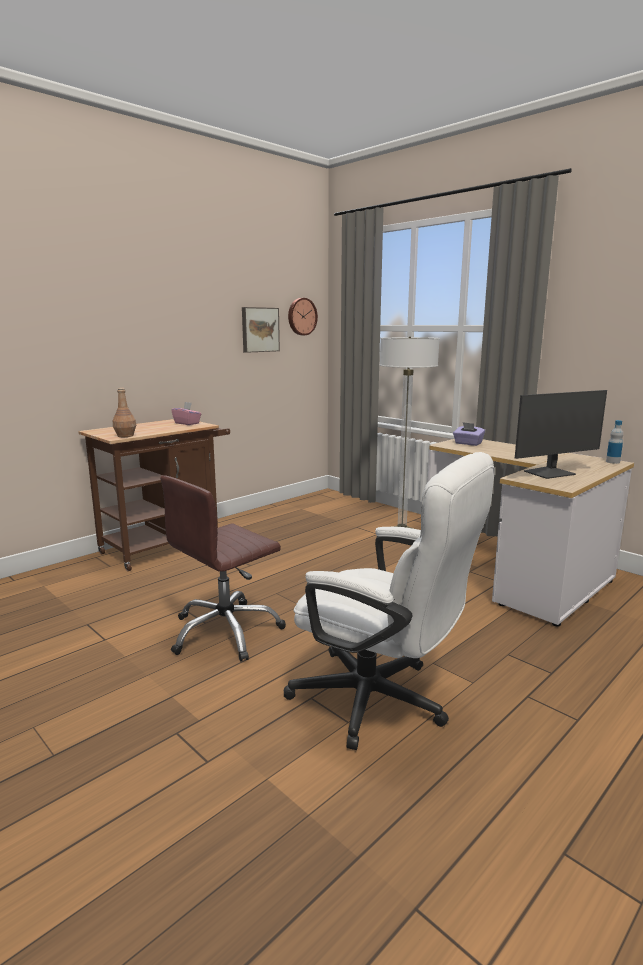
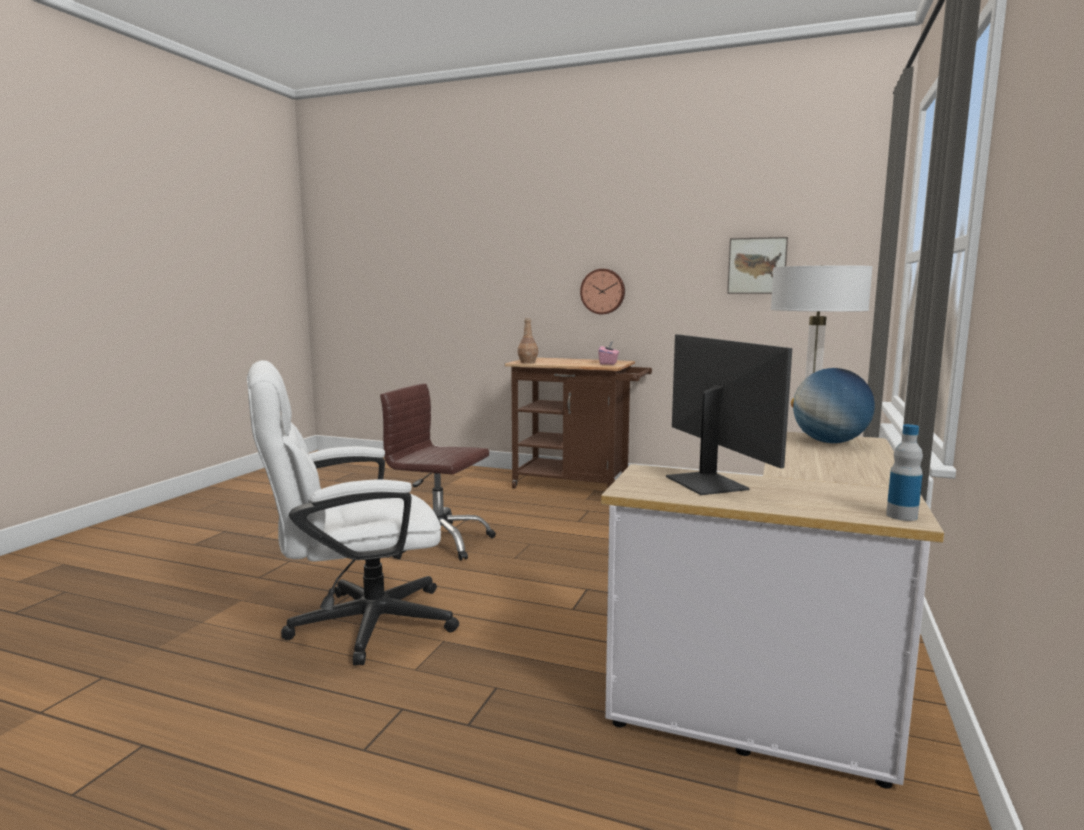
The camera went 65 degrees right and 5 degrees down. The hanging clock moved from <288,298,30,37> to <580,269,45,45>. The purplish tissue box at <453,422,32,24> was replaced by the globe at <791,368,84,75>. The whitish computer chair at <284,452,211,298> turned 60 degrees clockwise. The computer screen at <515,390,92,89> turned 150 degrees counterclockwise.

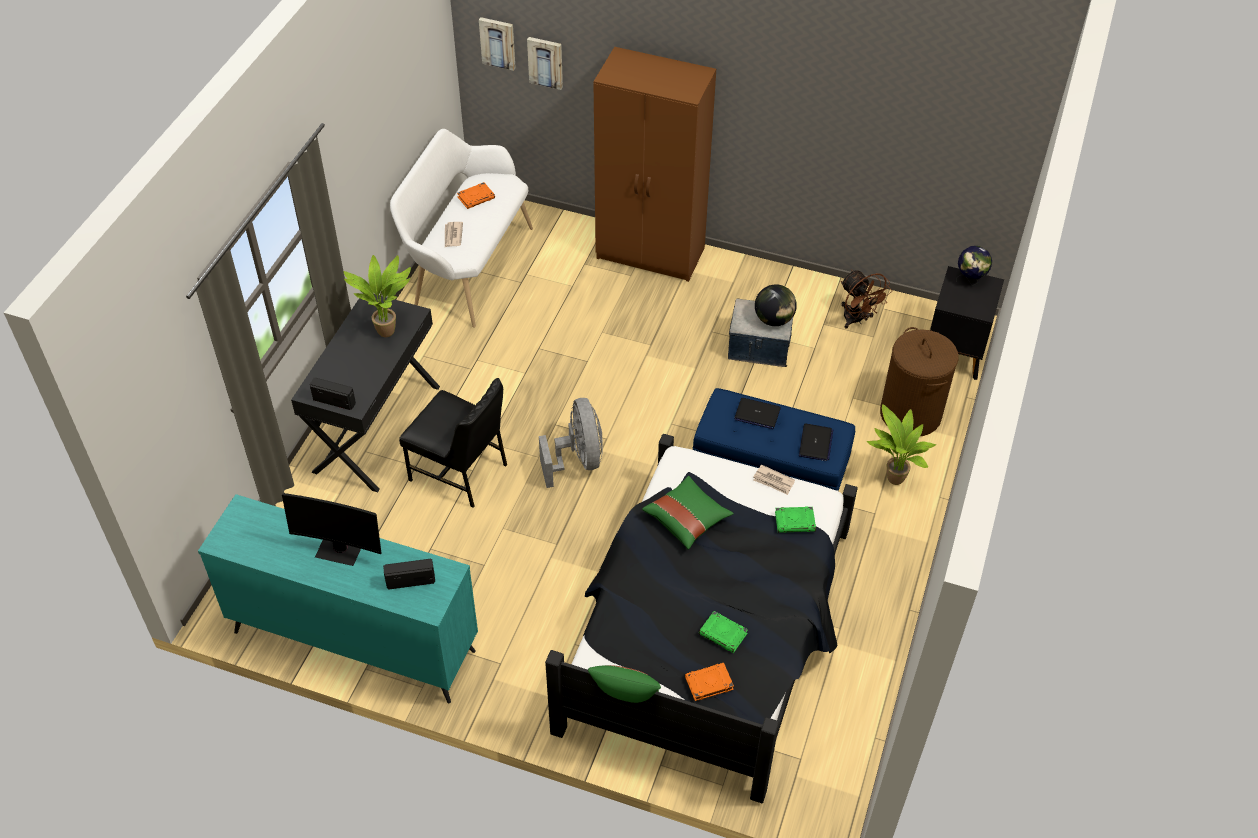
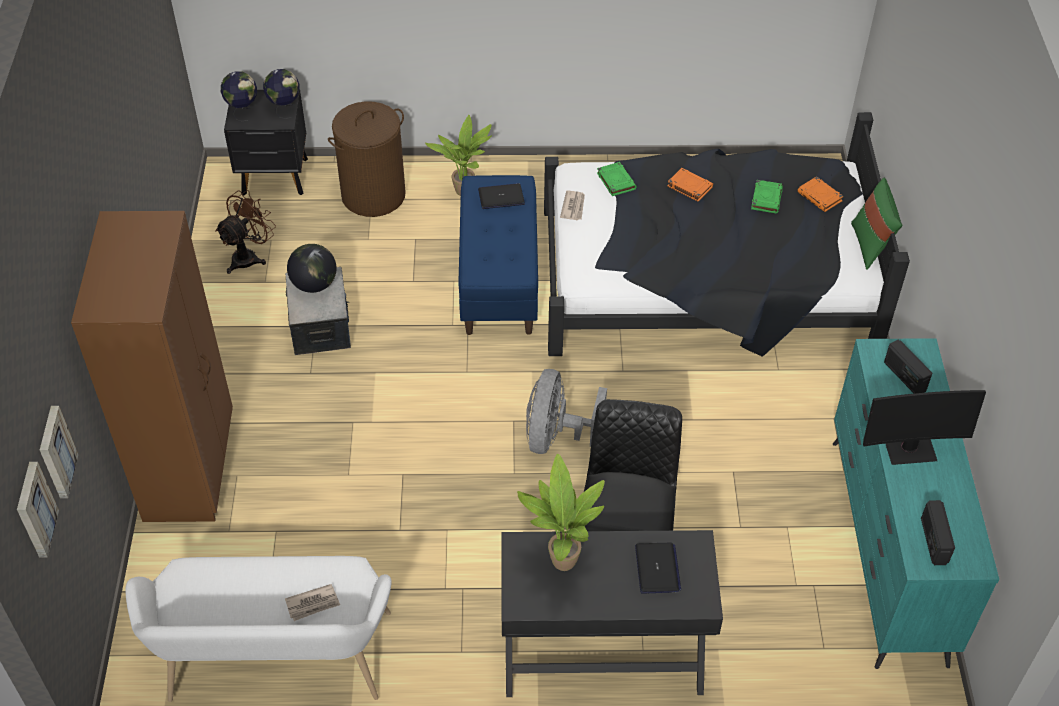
The camera went 110 degrees left and 0 degrees up. The greenish cushion at <642,476,92,74> disappeared. The globe at <263,69,37,50> appeared. The radio moved from <310,378,46,32> to <921,500,34,65>. The orange-coloured volume moved from <457,182,38,27> to <667,168,46,34>. The portable computer moved from <734,398,47,31> to <635,543,46,51>. The computer screen at <282,493,99,73> turned 90 degrees clockwise. The gray electric fan at <539,398,64,90> turned 45 degrees counterclockwise.

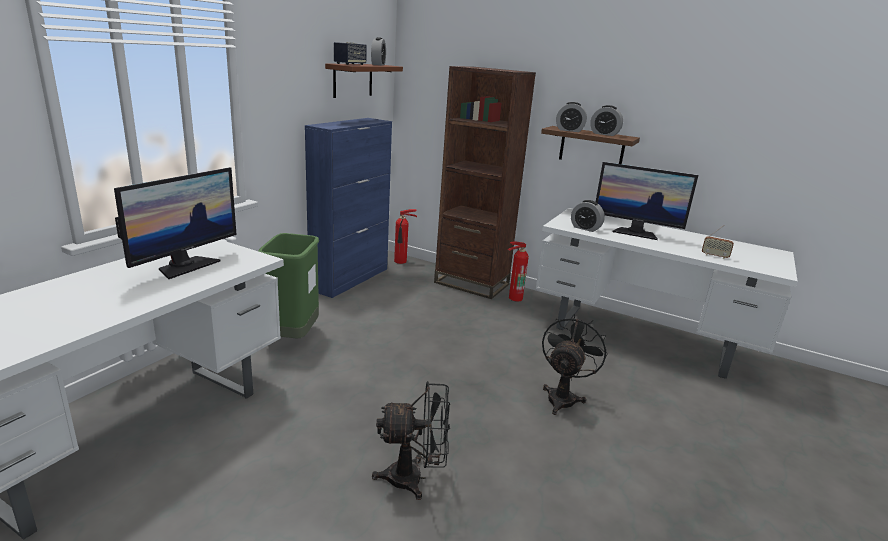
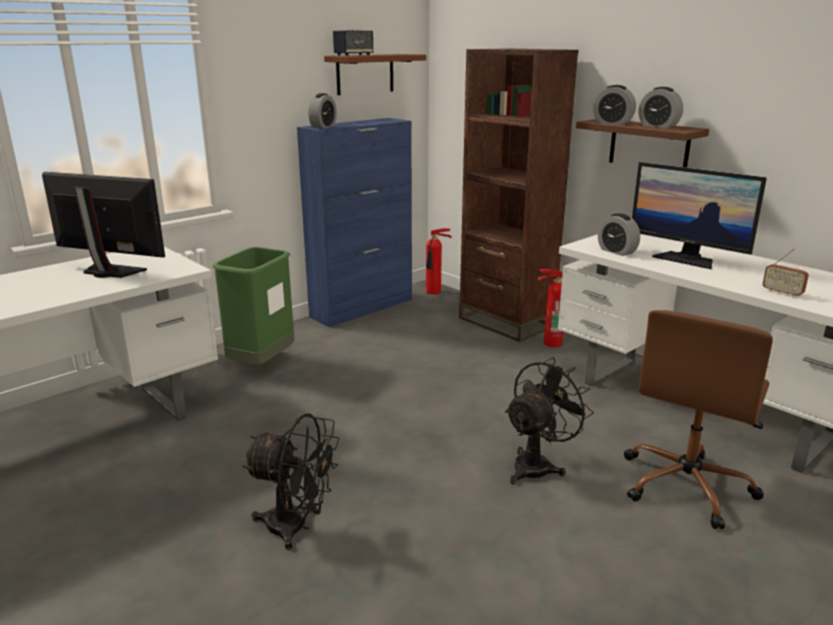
The camera went 20 degrees right and 0 degrees up. The brown computer chair at <624,310,149,219> appeared. The bedside clock moved from <371,37,15,28> to <308,93,29,35>. The computer screen at <114,167,123,112> turned 120 degrees counterclockwise.

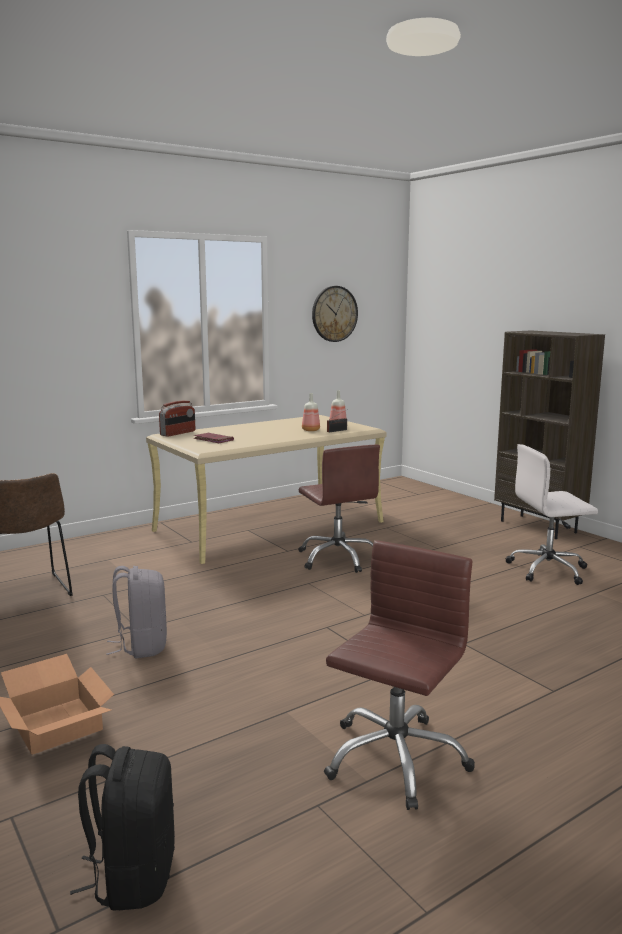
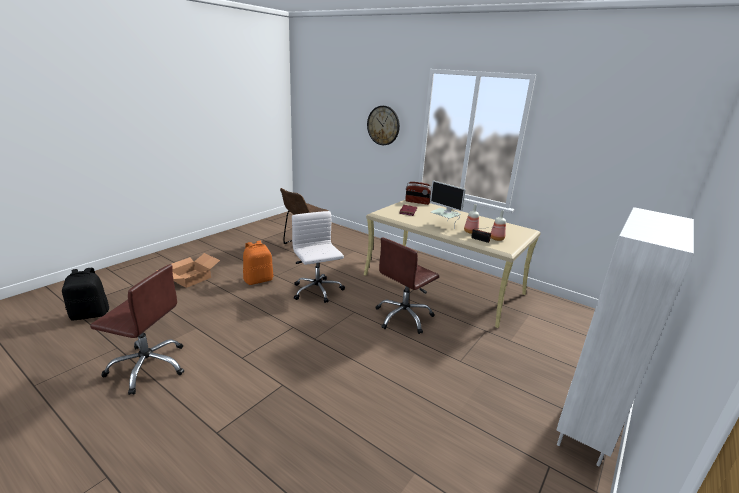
The camera went 70 degrees right and 10 degrees up. The computer screen at <430,180,36,49> appeared. The hanging clock moved from <312,286,46,56> to <367,106,33,39>. The whitish computer chair moved from <506,444,92,141> to <292,211,53,92>. The gray backpack at <106,566,61,92> became the orange-coloured backpack at <243,241,30,44>. The brown bookshelf at <494,331,111,208> became the whitish bookshelf at <557,207,137,260>.

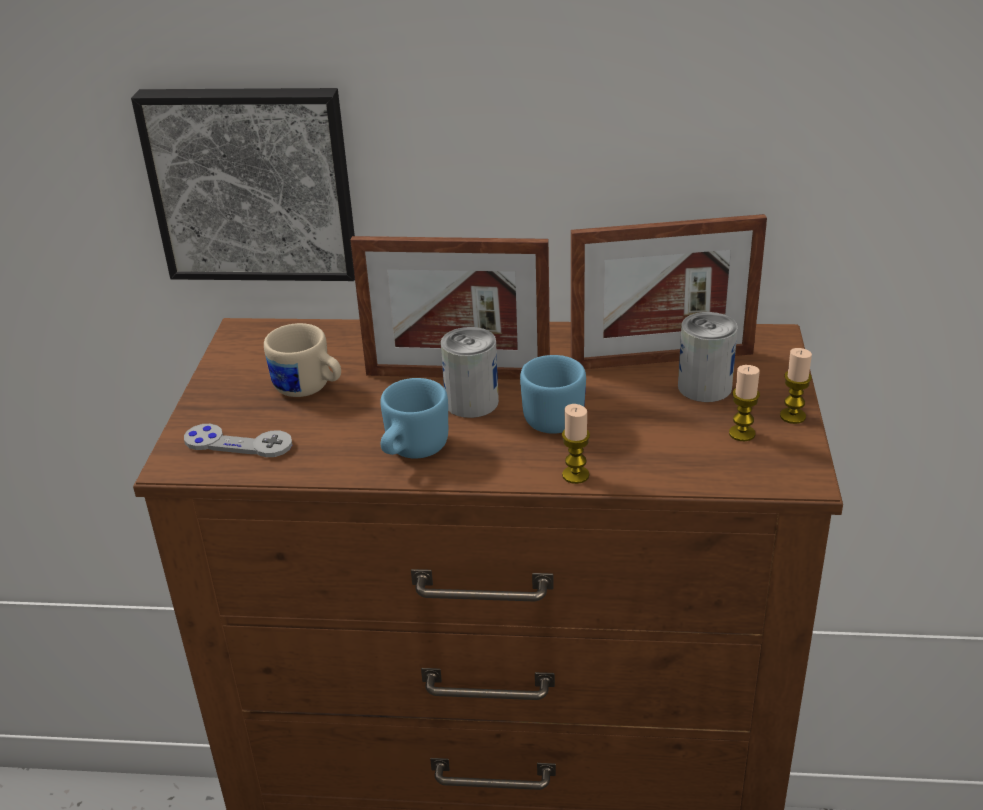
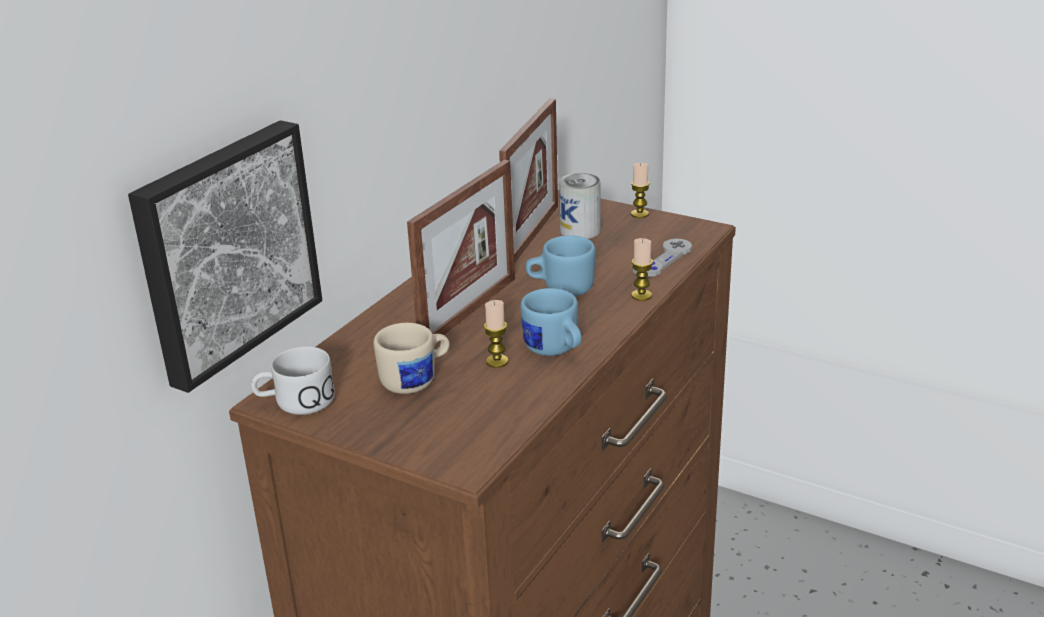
The camera went 65 degrees left and 5 degrees down. The sealed can at <441,327,58,91> disappeared. The whitish coffee mug at <251,347,84,68> appeared. The gray gamepad moved from <184,424,108,33> to <632,239,60,38>. The wax candle moved from <729,365,31,76> to <484,300,25,68>.

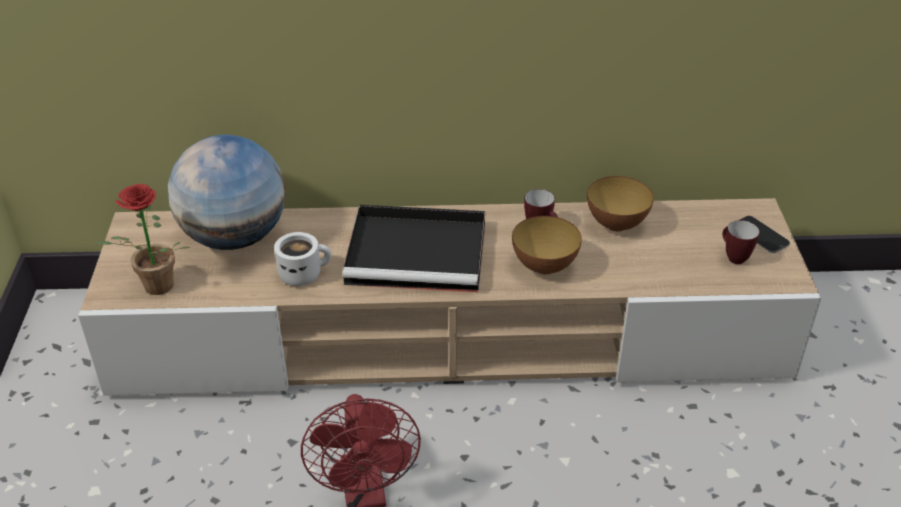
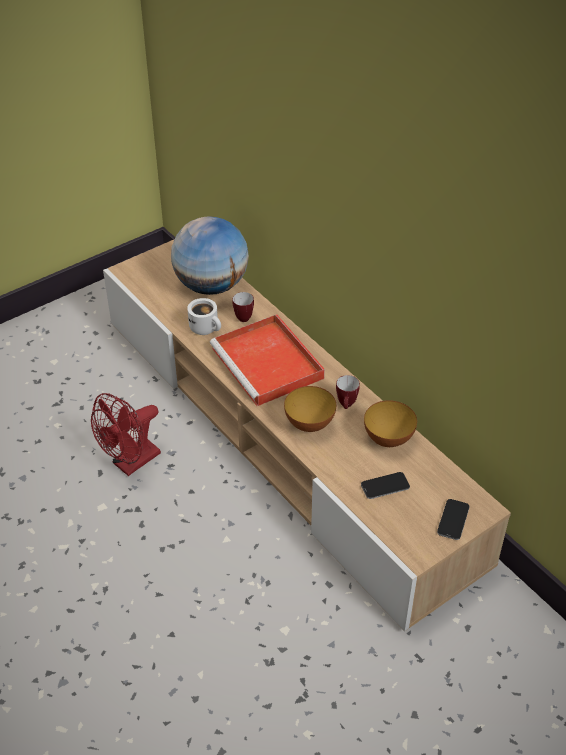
The camera went 55 degrees right and 5 degrees up. The plant in a pot at <96,184,95,111> disappeared. The handset at <361,472,49,27> appeared. The coffee mug moved from <722,220,37,44> to <232,292,22,30>. The black-coloured tray at <343,205,142,88> became the red-coloured tray at <210,314,115,92>.

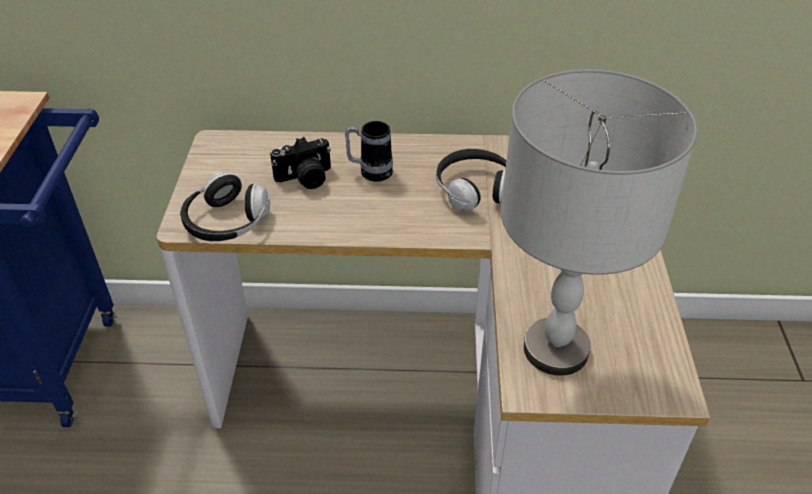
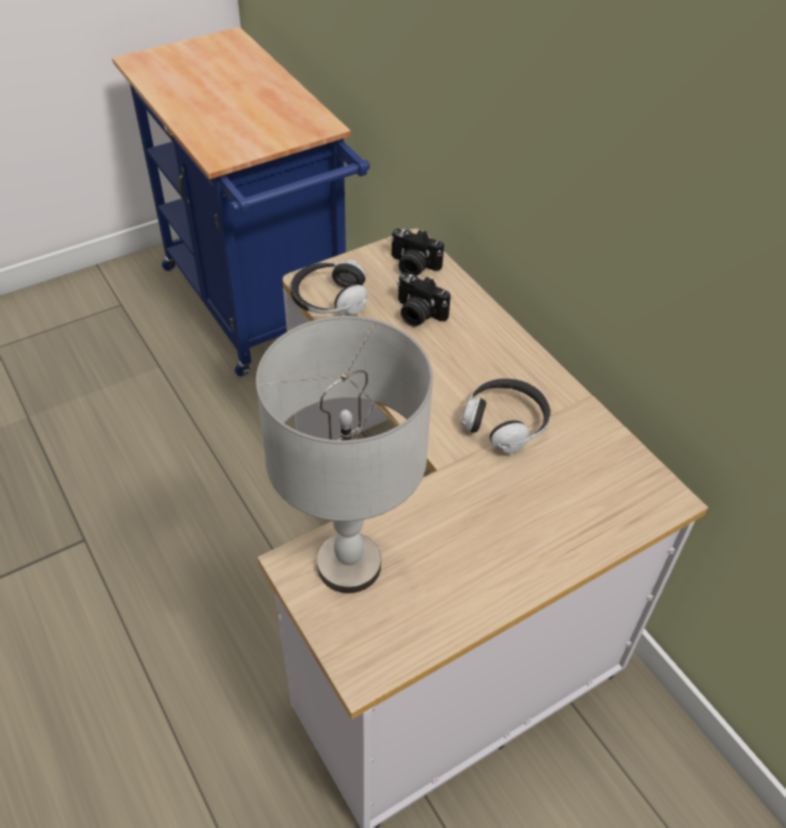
The camera went 55 degrees right and 5 degrees up. The coffee mug at <345,121,48,61> disappeared. The photo camera at <390,228,54,48> appeared.

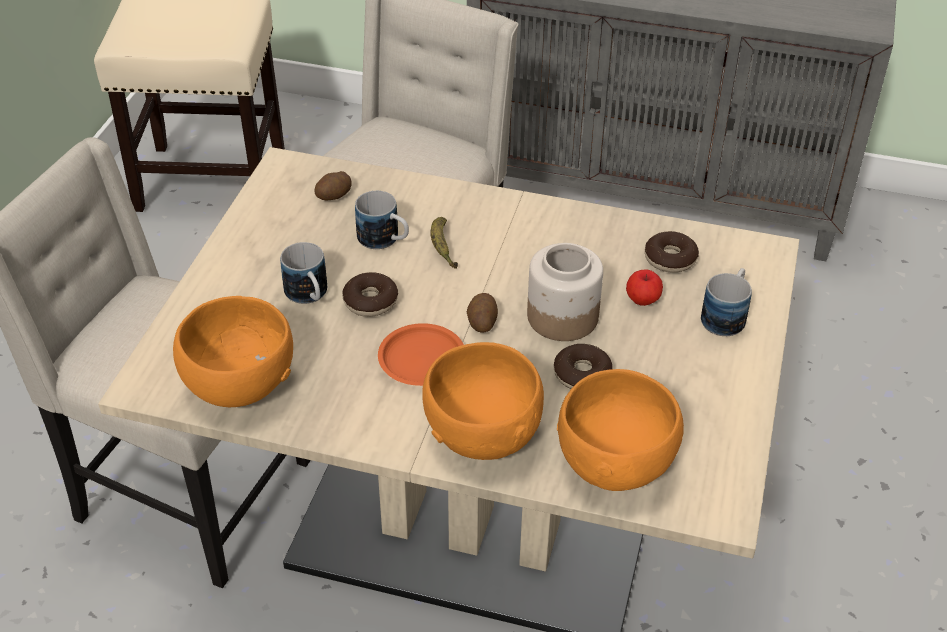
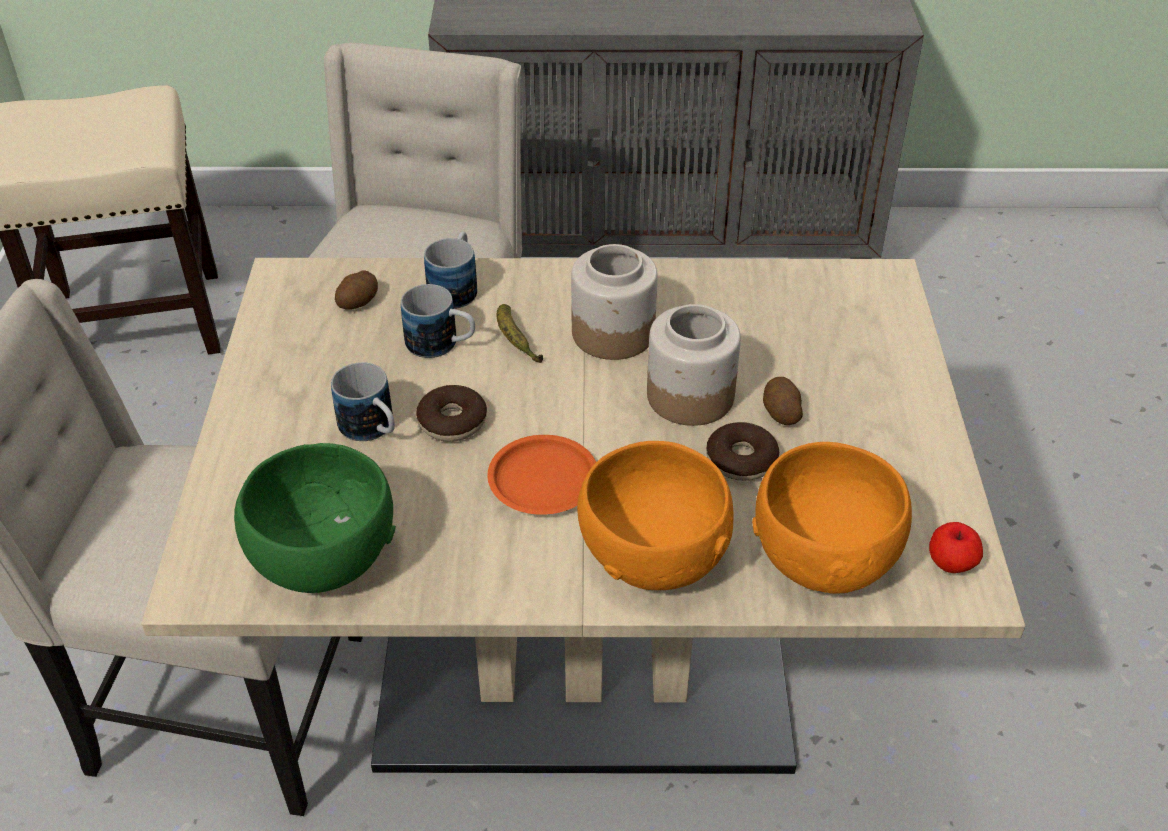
The camera went 15 degrees left and 0 degrees up. The ring doughnut at <645,231,54,42> disappeared. The storage jar at <571,244,87,116> appeared. The spud moved from <467,293,31,40> to <763,377,40,48>. The apple moved from <626,269,37,37> to <929,522,54,51>. The coffee mug moved from <701,268,51,68> to <424,232,53,77>. The orange-coloured serving bowl at <173,296,120,111> became the greenish serving bowl at <234,443,162,150>.

